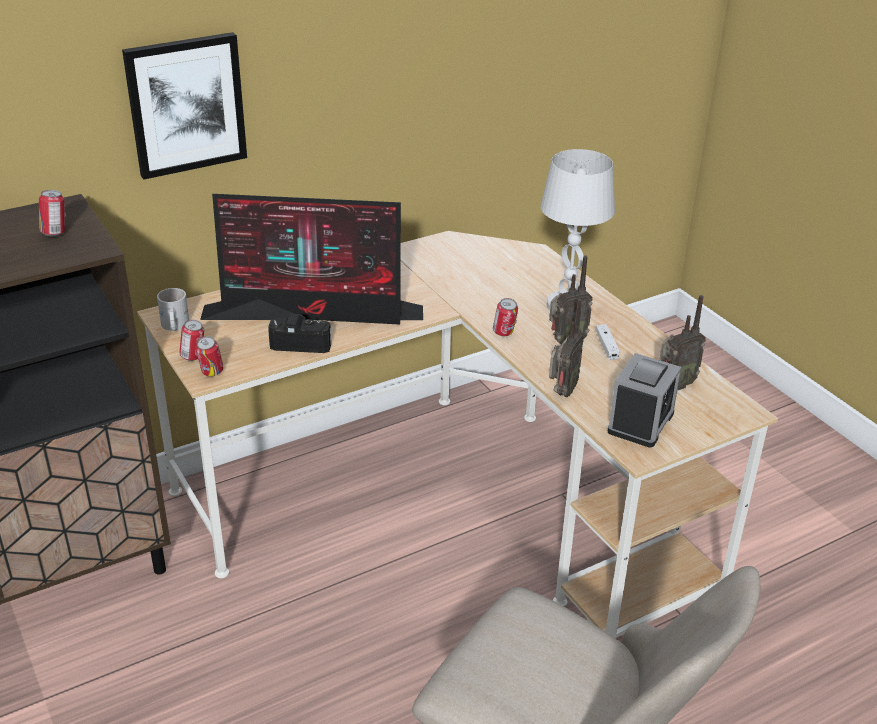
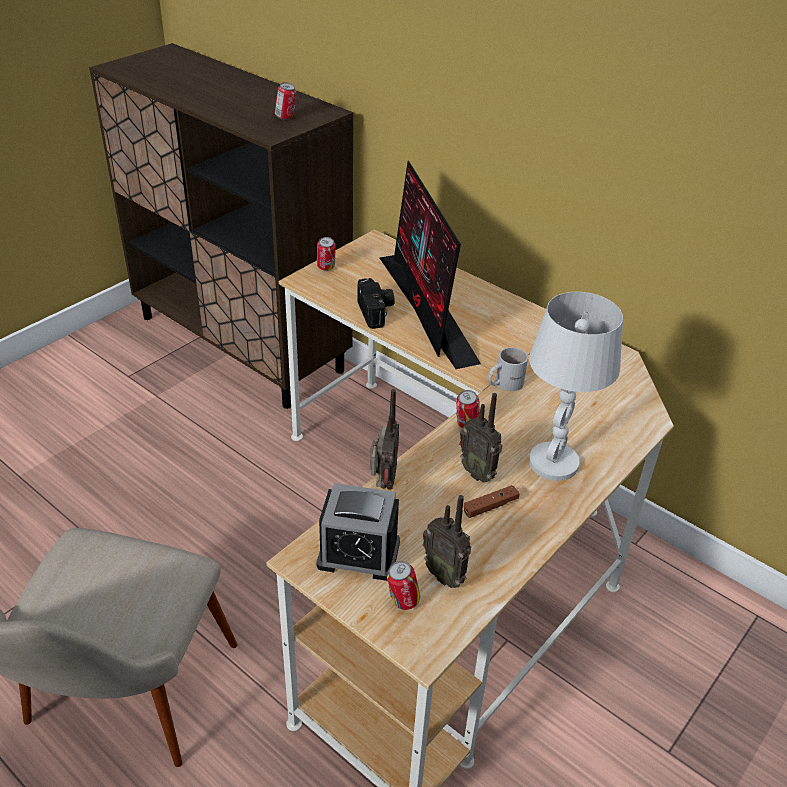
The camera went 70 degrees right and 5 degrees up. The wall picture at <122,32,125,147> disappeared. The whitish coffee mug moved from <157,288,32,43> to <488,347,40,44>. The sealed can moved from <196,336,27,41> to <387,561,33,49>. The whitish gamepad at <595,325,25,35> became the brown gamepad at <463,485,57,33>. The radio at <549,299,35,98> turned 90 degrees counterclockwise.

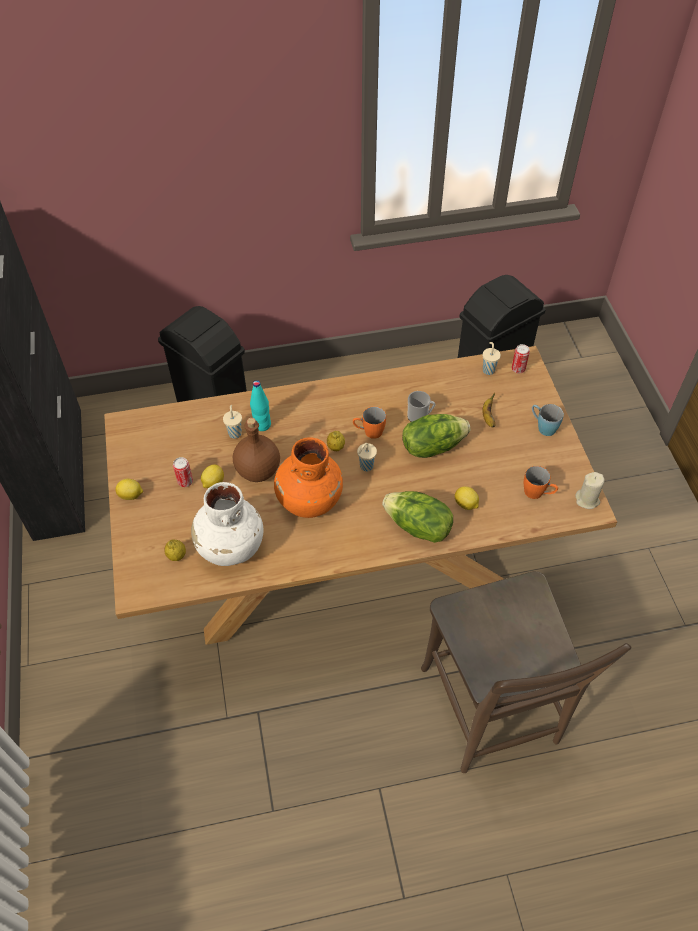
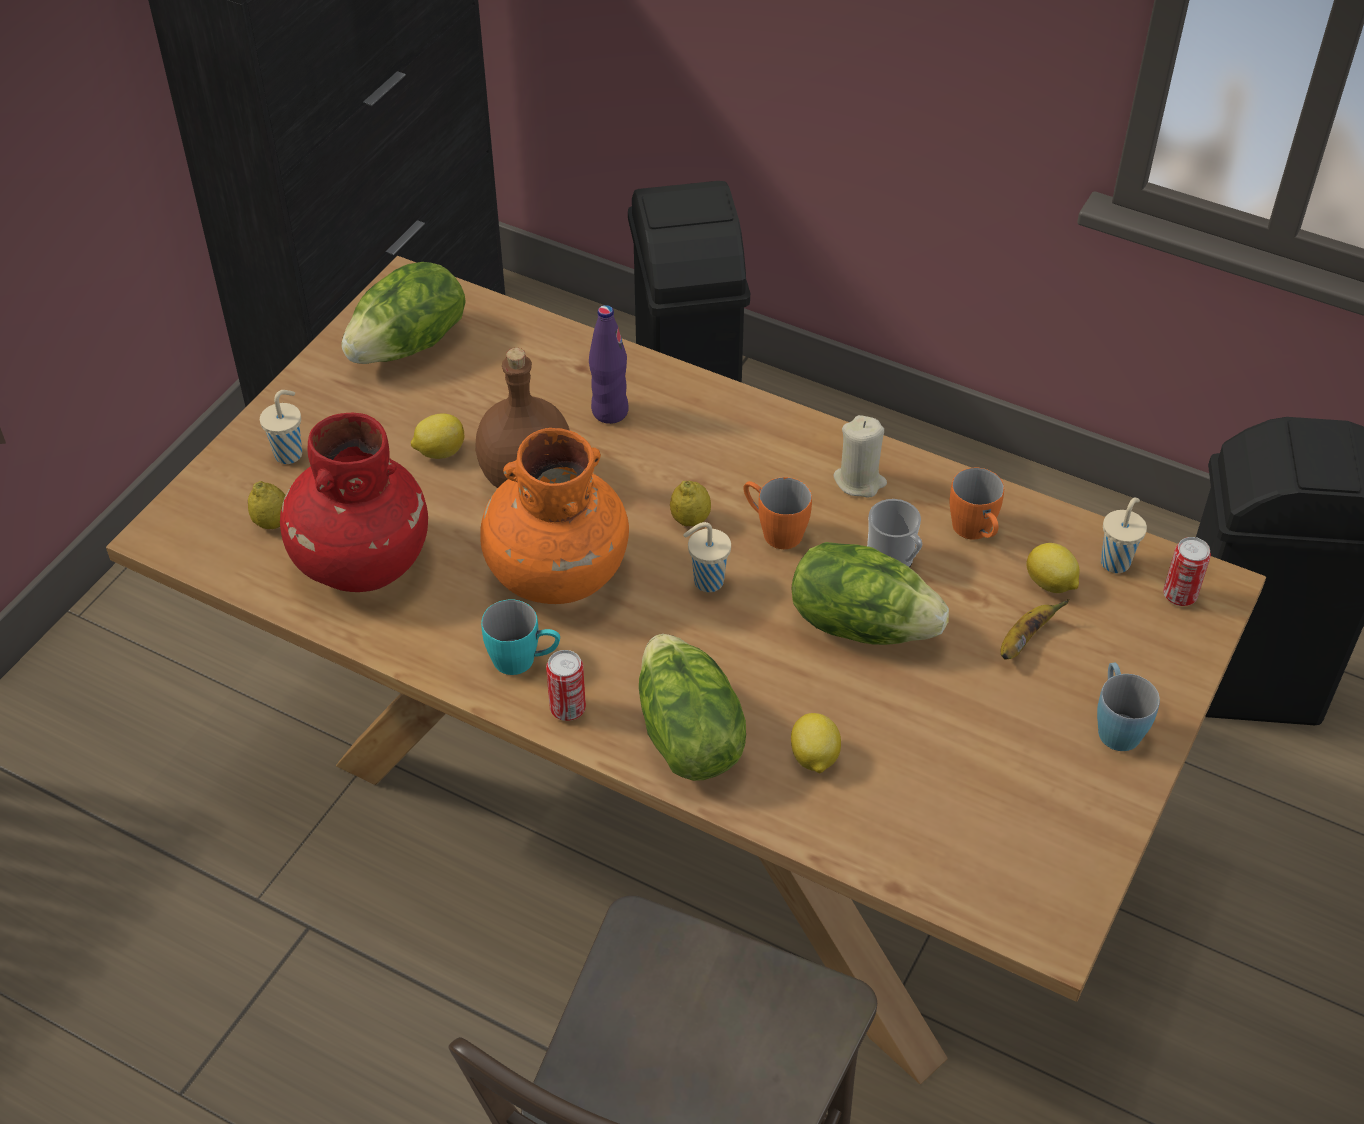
The camera went 40 degrees right and 5 degrees down. The head of lettuce at <341,262,125,102> appeared. The blue-green coffee mug at <481,599,79,76> appeared. The lemon moved from <115,479,28,21> to <1026,543,54,50>. The sealed can moved from <173,457,20,30> to <546,650,40,71>. The beige cup moved from <223,405,19,34> to <260,390,42,74>. The orange-coloured coffee mug moved from <524,466,34,33> to <950,468,54,72>. The beige wax candle moved from <575,472,30,37> to <833,415,54,82>. The whitish vase at <191,482,73,84> became the red-coloured vase at <280,413,148,179>. The blue-green bottle at <250,380,21,51> became the purplish bottle at <589,305,40,119>.

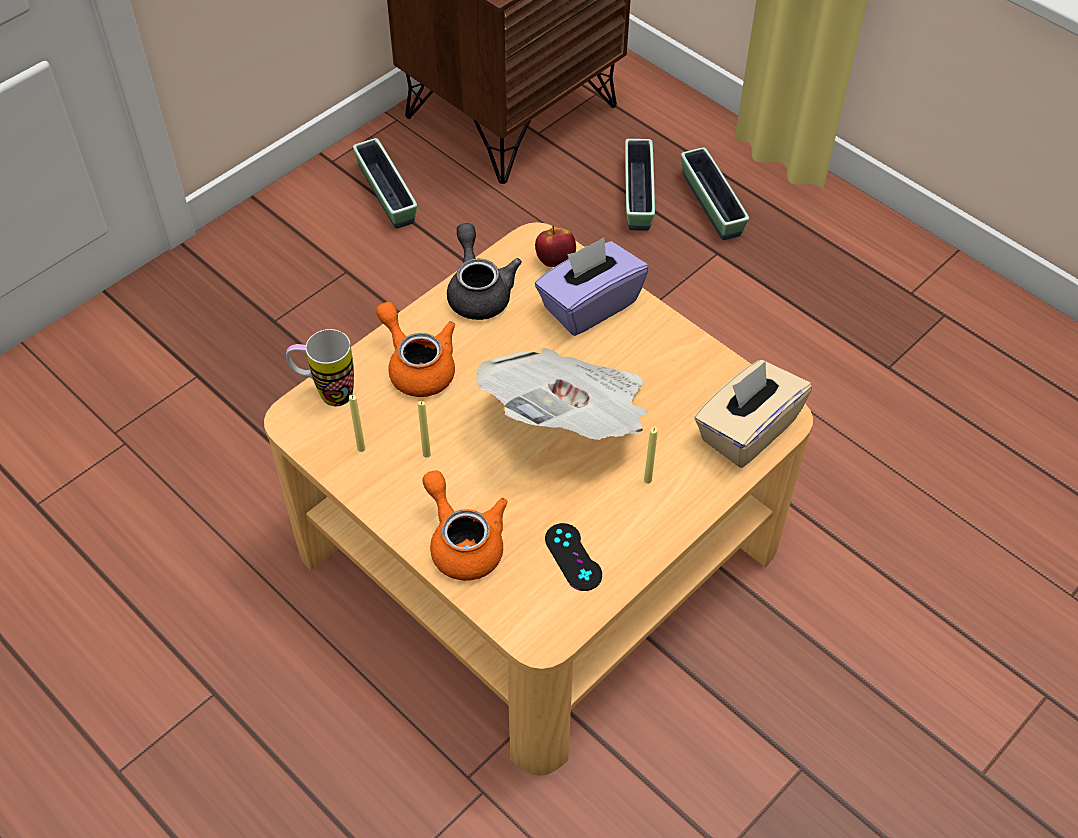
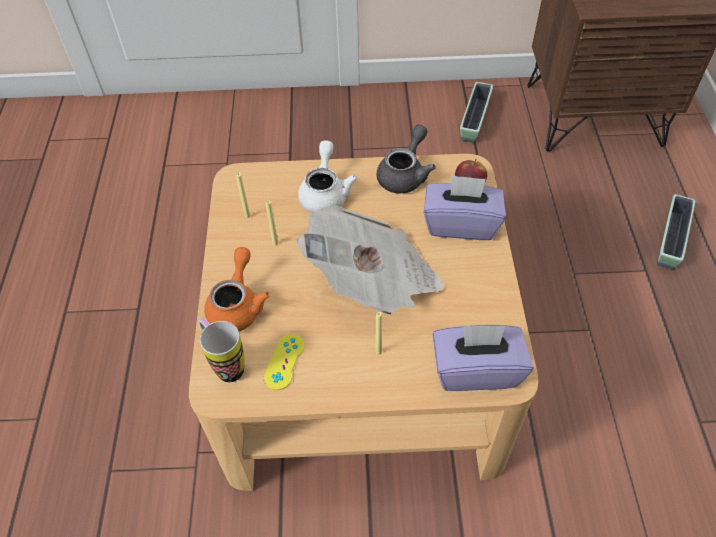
The camera went 45 degrees right and 0 degrees up. The plant pot at <625,139,30,92> disappeared. The coffee mug moved from <286,329,68,77> to <198,318,47,64>. The orange-coloured tea pot at <376,302,79,95> became the whitish tea pot at <298,140,60,73>. The black-coloured gamepad at <545,523,57,68> became the yellow-coloured gamepad at <264,334,40,56>. The beige tissue box at <694,360,118,108> became the purplish tissue box at <433,325,100,66>.

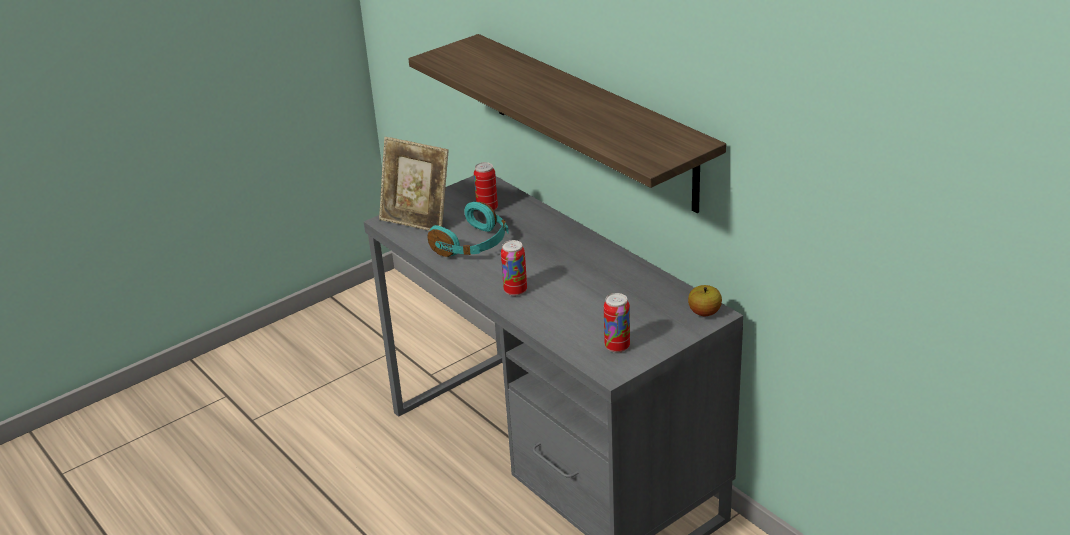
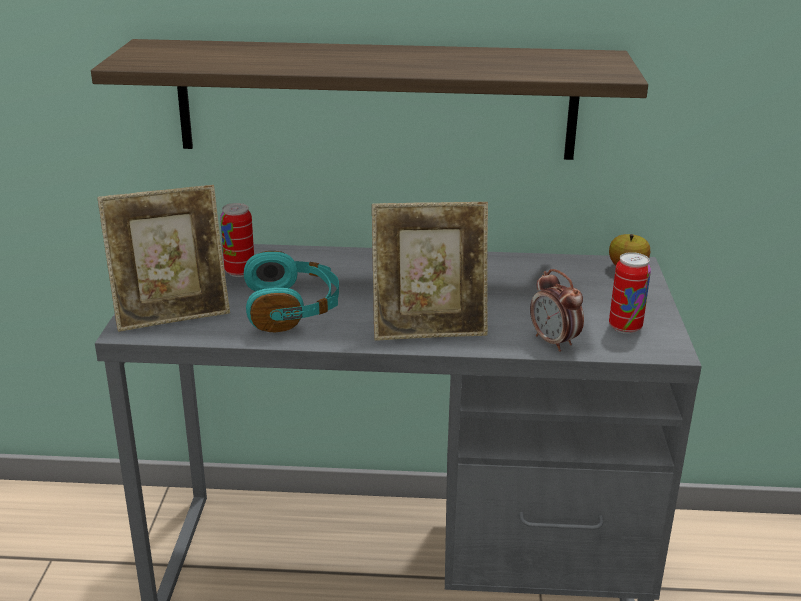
The camera went 50 degrees left and 5 degrees down. The bedside clock at <530,269,54,83> appeared. The sealed can at <501,240,26,56> was replaced by the photo frame at <372,202,116,139>.

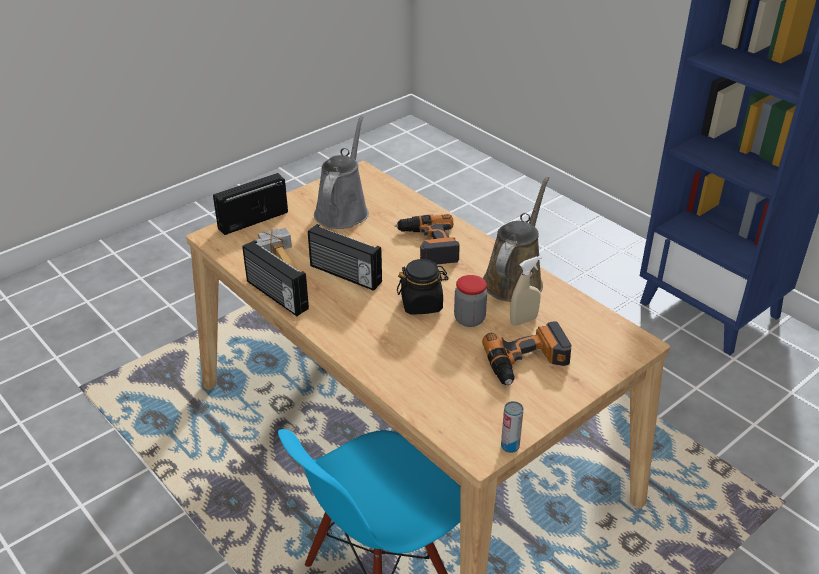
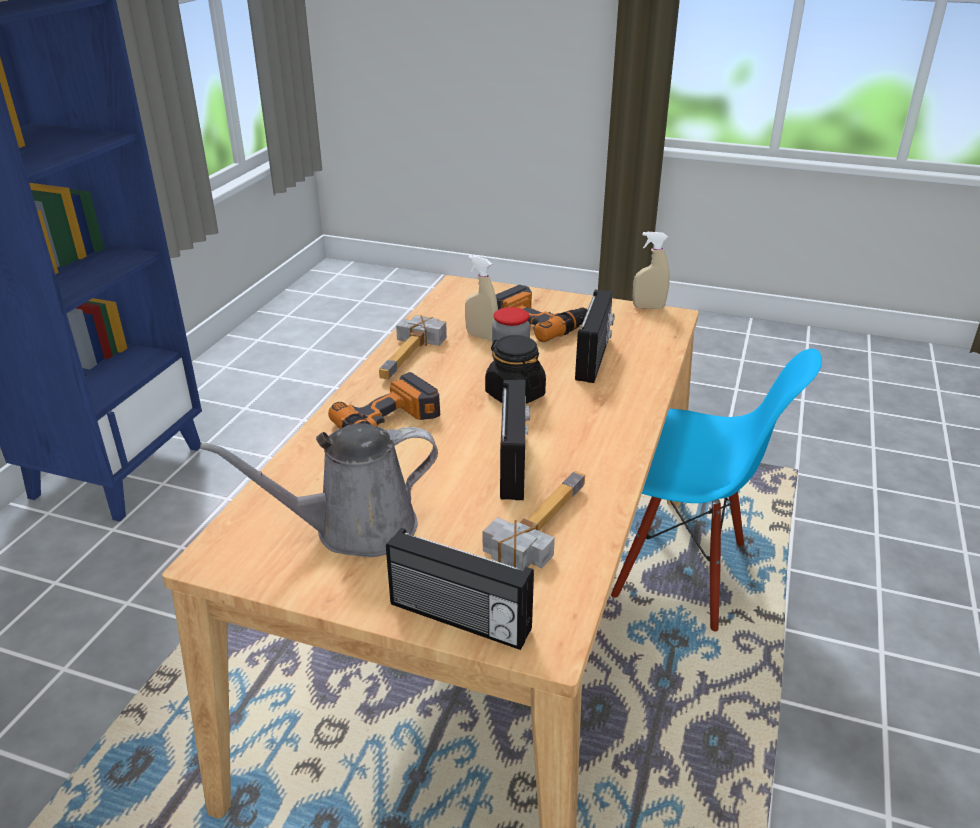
The camera went 120 degrees left and 5 degrees down. The radio moved from <242,240,67,76> to <575,290,39,93>. The brown sprinkling can at <483,177,66,125> was replaced by the hand hammer at <379,315,68,65>. The sealed can at <501,401,22,52> was replaced by the beige hand sprayer at <633,232,37,77>.

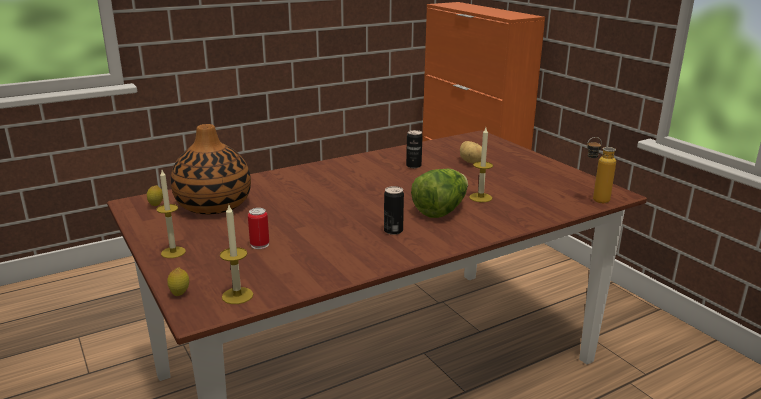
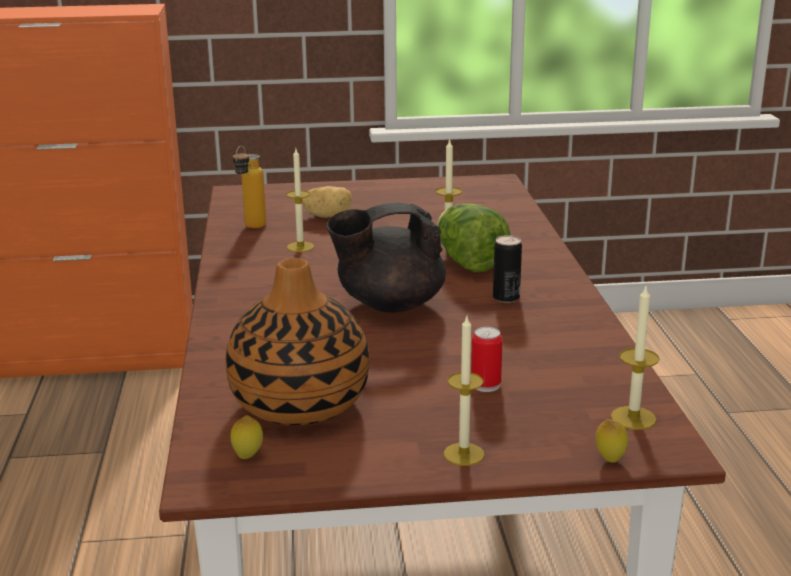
The camera went 65 degrees left and 0 degrees up. The black-coloured tea pot at <326,202,120,111> appeared. The bottle moved from <587,137,29,66> to <233,146,33,82>. The sealed can at <406,130,17,38> was replaced by the wax candle at <286,149,28,103>.

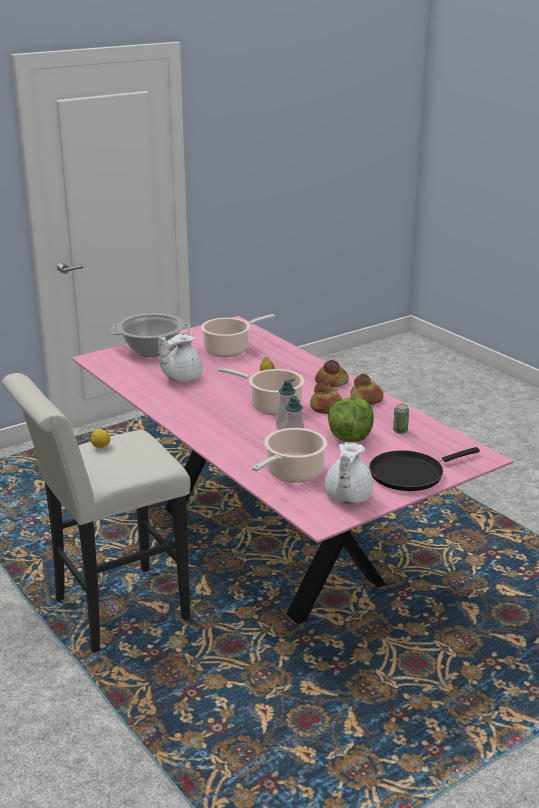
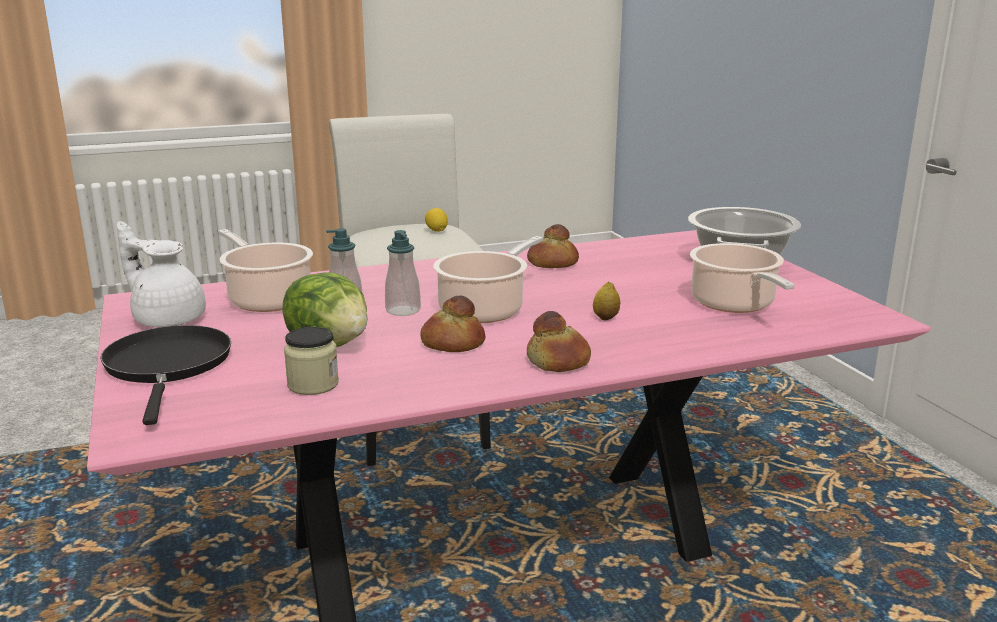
The camera went 105 degrees right and 5 degrees down. The whitish tea pot at <158,334,45,48> disappeared. The bread moved from <350,374,34,31> to <527,224,52,44>. The sealed can at <393,404,16,30> was replaced by the storage jar at <284,327,55,68>.

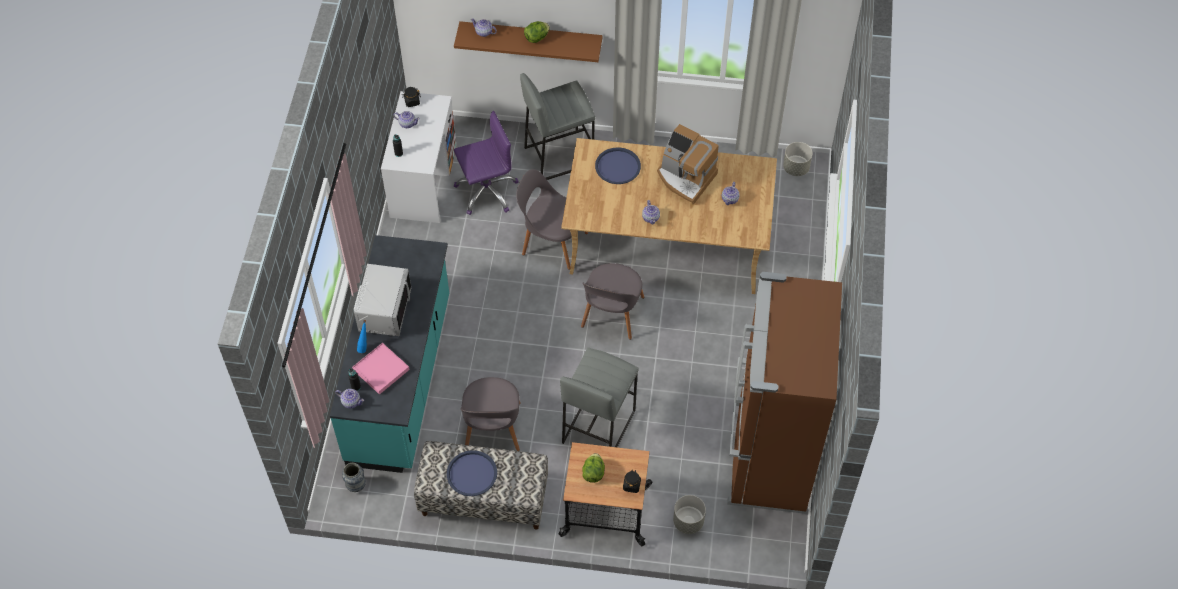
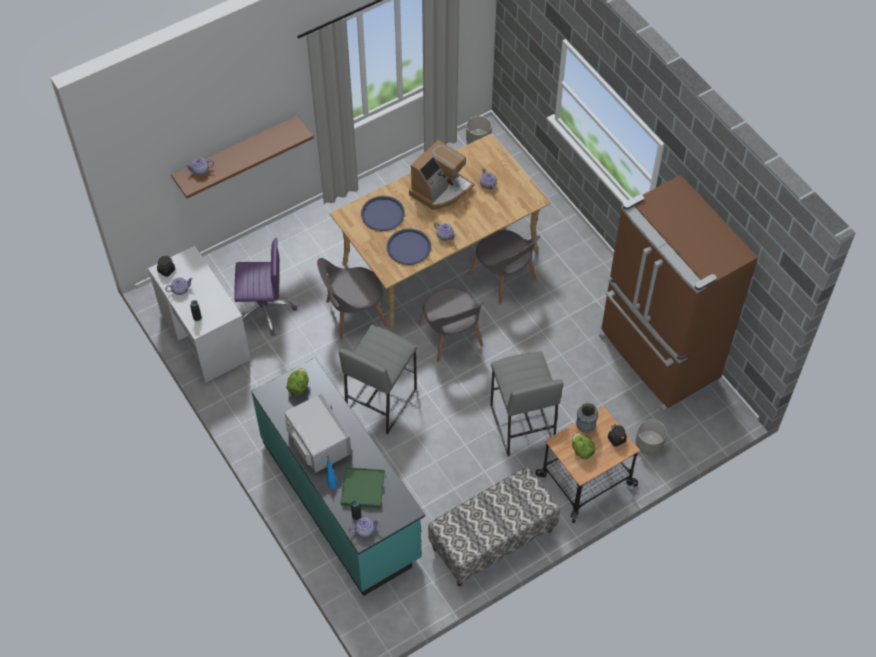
The camera went 40 degrees left and 0 degrees up. The vase moved from <342,463,24,29> to <576,403,22,30>. The blue-coloured tray moved from <447,450,50,46> to <387,228,44,37>. The gray chair moved from <460,377,61,74> to <469,230,71,75>. The gray stool moved from <520,73,75,107> to <339,325,78,109>. The head of lettuce moved from <524,21,26,22> to <286,368,23,27>. The pink tray at <352,343,58,52> became the greenish tray at <341,467,44,41>. The purplish computer chair at <454,111,65,104> turned 60 degrees clockwise. The coffee maker at <657,124,62,81> turned 45 degrees counterclockwise.

